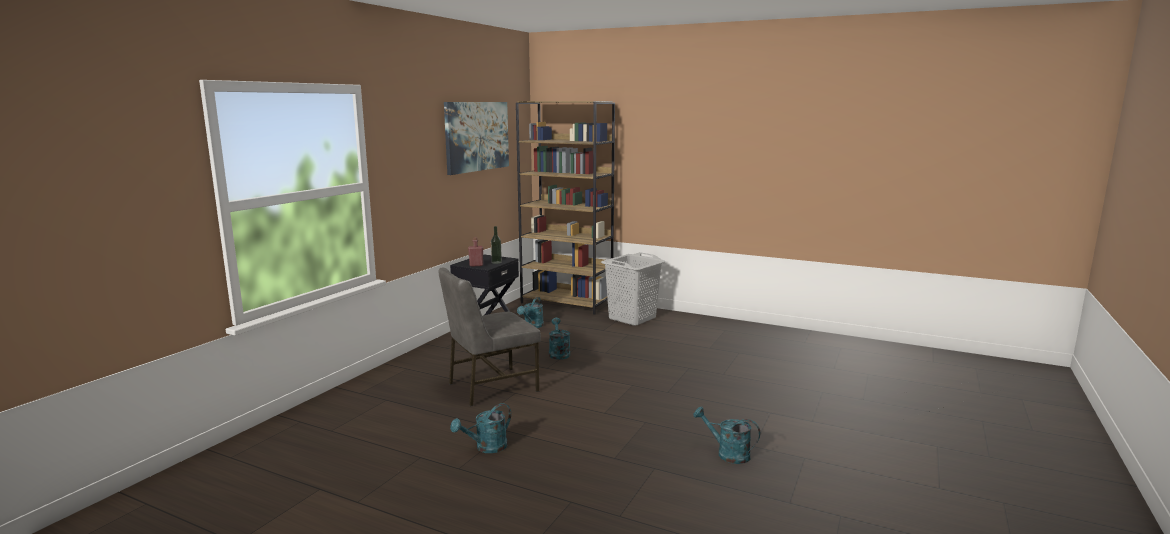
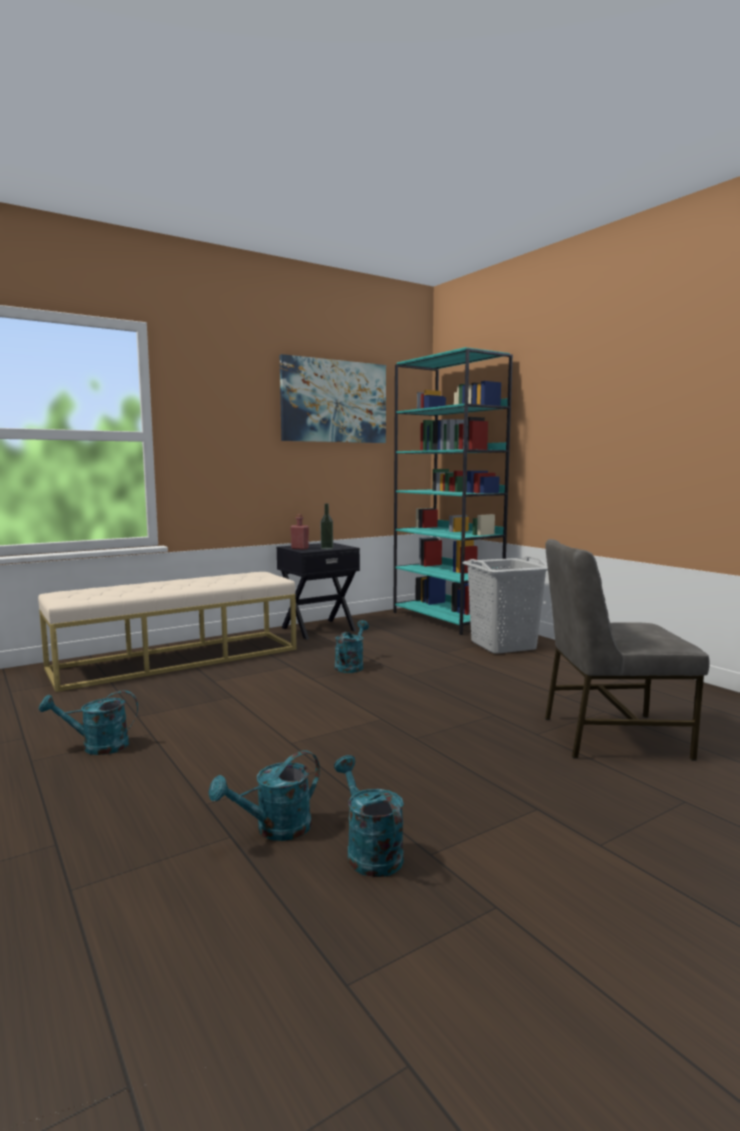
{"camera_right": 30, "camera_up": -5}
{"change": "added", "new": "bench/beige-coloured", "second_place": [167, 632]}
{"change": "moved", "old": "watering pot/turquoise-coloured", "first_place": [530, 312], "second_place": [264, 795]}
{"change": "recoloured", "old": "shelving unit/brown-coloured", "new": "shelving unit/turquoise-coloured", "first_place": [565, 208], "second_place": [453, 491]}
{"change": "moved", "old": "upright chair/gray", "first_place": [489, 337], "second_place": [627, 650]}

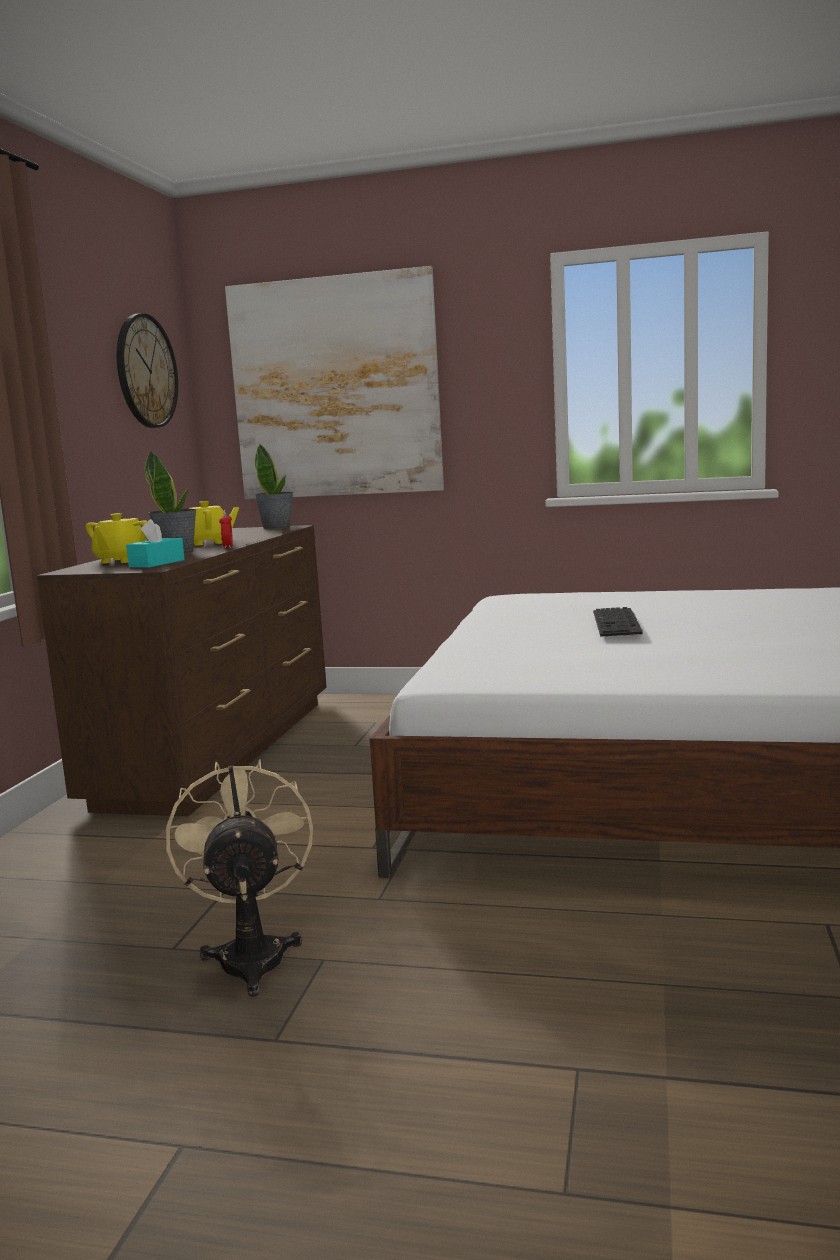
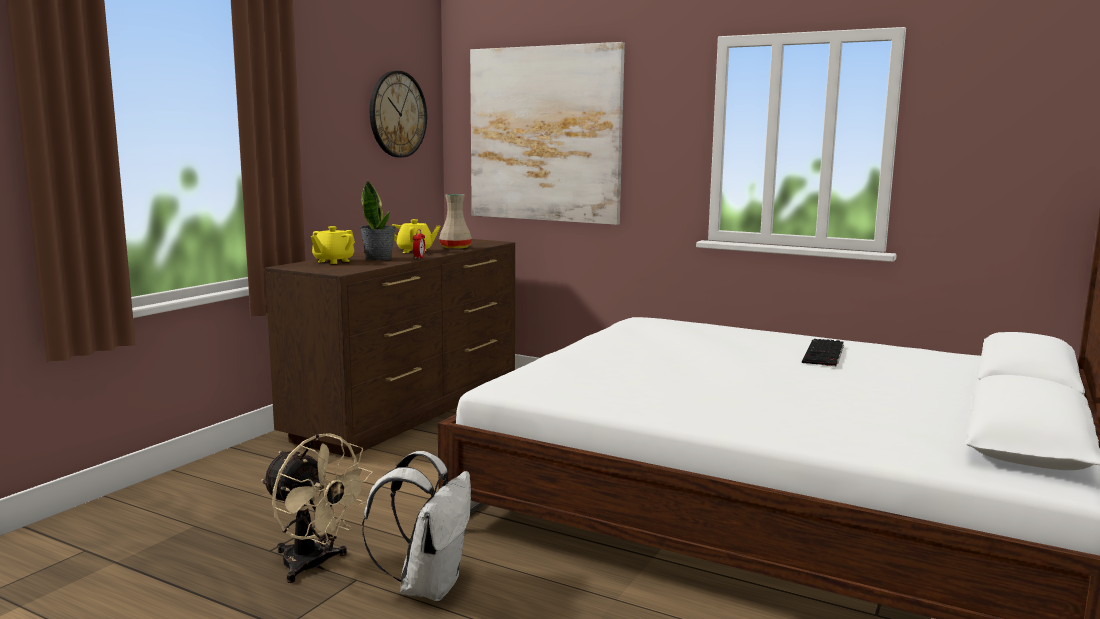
{"camera_right": 15, "camera_up": 0}
{"change": "turned", "old": "cooling fan/beige-coloured", "first_place": [239, 878], "second_place": [317, 508], "degrees": 120}
{"change": "added", "new": "backpack/white-coloured", "second_place": [416, 526]}
{"change": "added", "new": "vase/beige-coloured", "second_place": [455, 221]}
{"change": "moved", "old": "computer keyboard", "first_place": [618, 622], "second_place": [823, 353]}
{"change": "removed", "old": "box of tissues/turquoise-coloured", "first_place": [155, 543]}
{"change": "removed", "old": "potted plant", "first_place": [274, 486]}

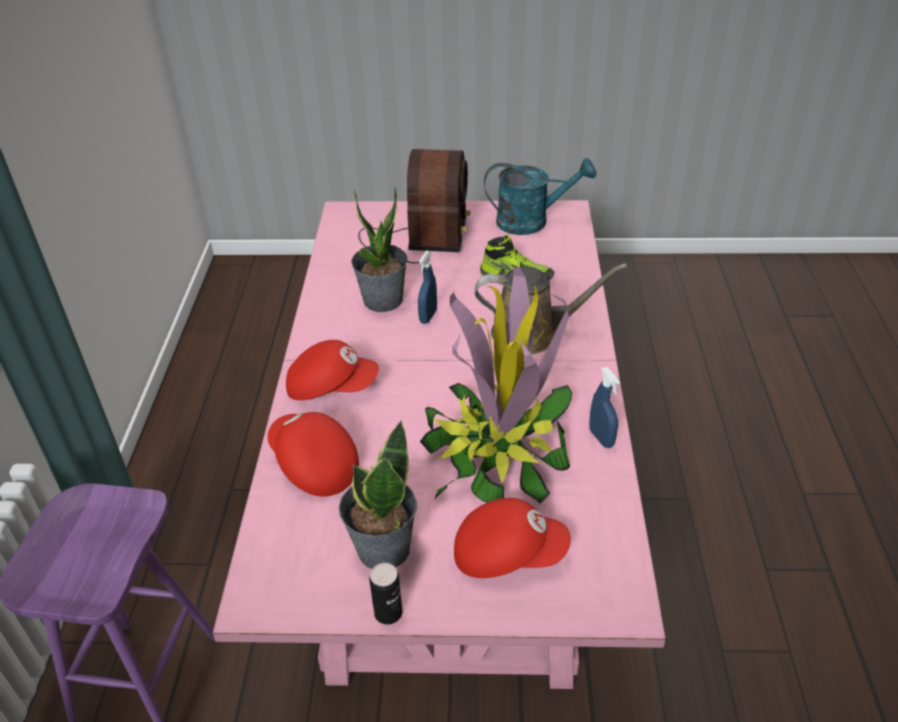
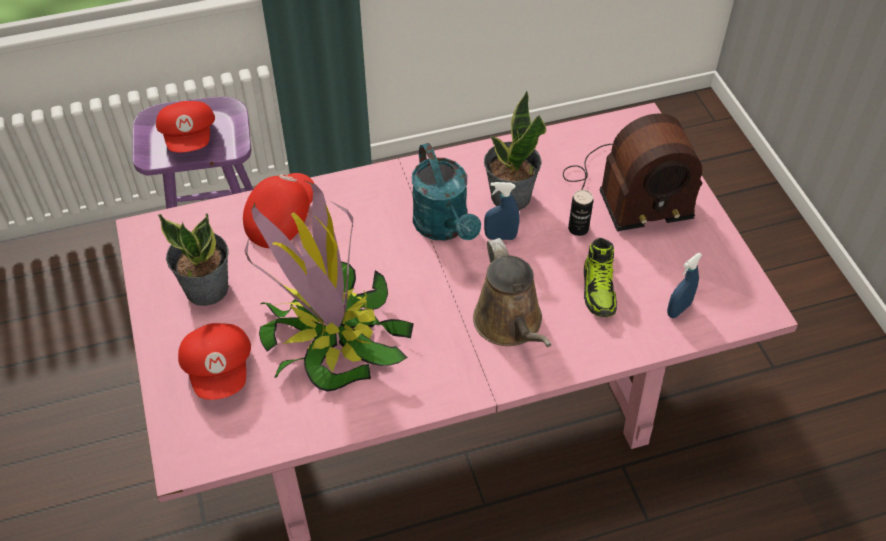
{"camera_right": 70, "camera_up": 10}
{"change": "moved", "old": "baseball cap/red-coloured", "first_place": [332, 370], "second_place": [185, 126]}
{"change": "moved", "old": "watering pot/turquoise-coloured", "first_place": [540, 196], "second_place": [446, 191]}
{"change": "moved", "old": "can", "first_place": [385, 593], "second_place": [580, 213]}
{"change": "moved", "old": "sprayer/blue-coloured", "first_place": [604, 407], "second_place": [684, 285]}

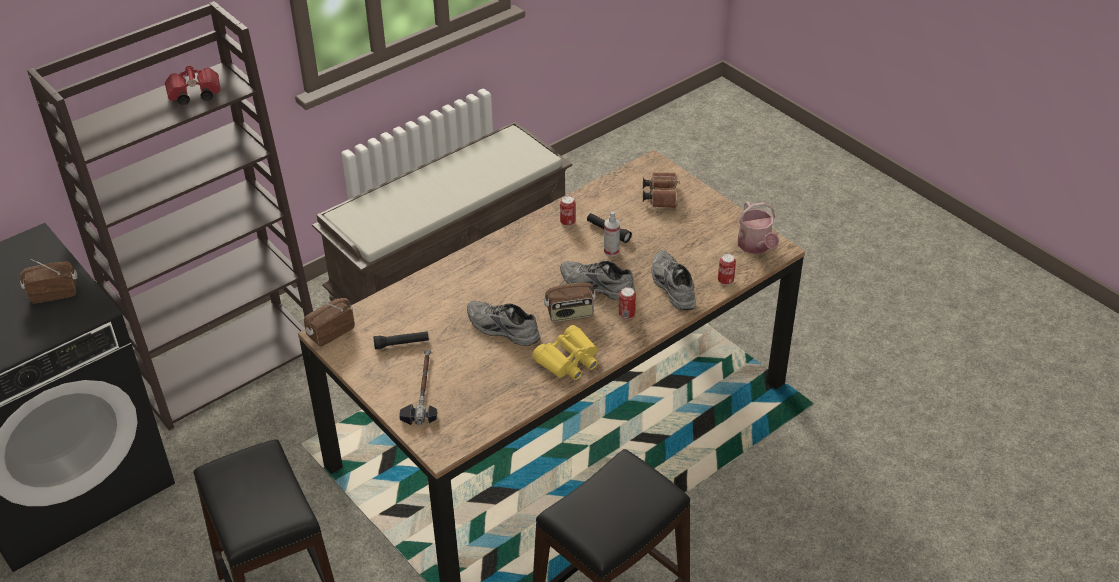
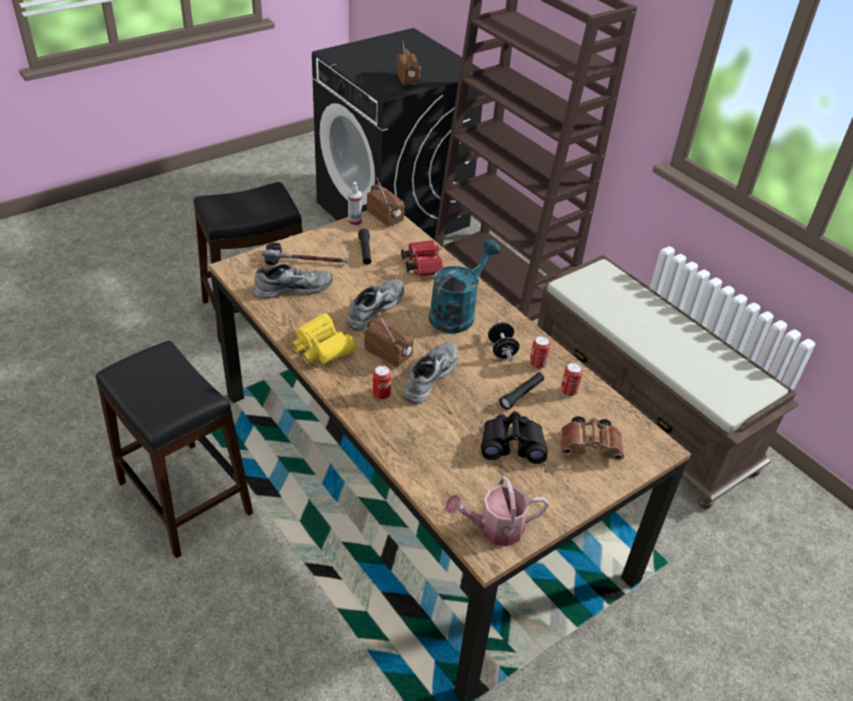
{"camera_right": 90, "camera_up": 0}
{"change": "moved", "old": "item of footwear/gray", "first_place": [673, 280], "second_place": [292, 281]}
{"change": "moved", "old": "sprayer", "first_place": [612, 233], "second_place": [355, 204]}
{"change": "turned", "old": "radio receiver", "first_place": [570, 295], "second_place": [389, 340], "degrees": 135}
{"change": "moved", "old": "pair of binoculars/red-coloured", "first_place": [193, 85], "second_place": [422, 258]}
{"change": "added", "new": "watering pot/turquoise-coloured", "second_place": [464, 286]}
{"change": "added", "new": "pair of binoculars/black", "second_place": [514, 437]}
{"change": "added", "new": "hand weight/black", "second_place": [503, 340]}
{"change": "moved", "old": "can", "first_place": [727, 269], "second_place": [572, 379]}

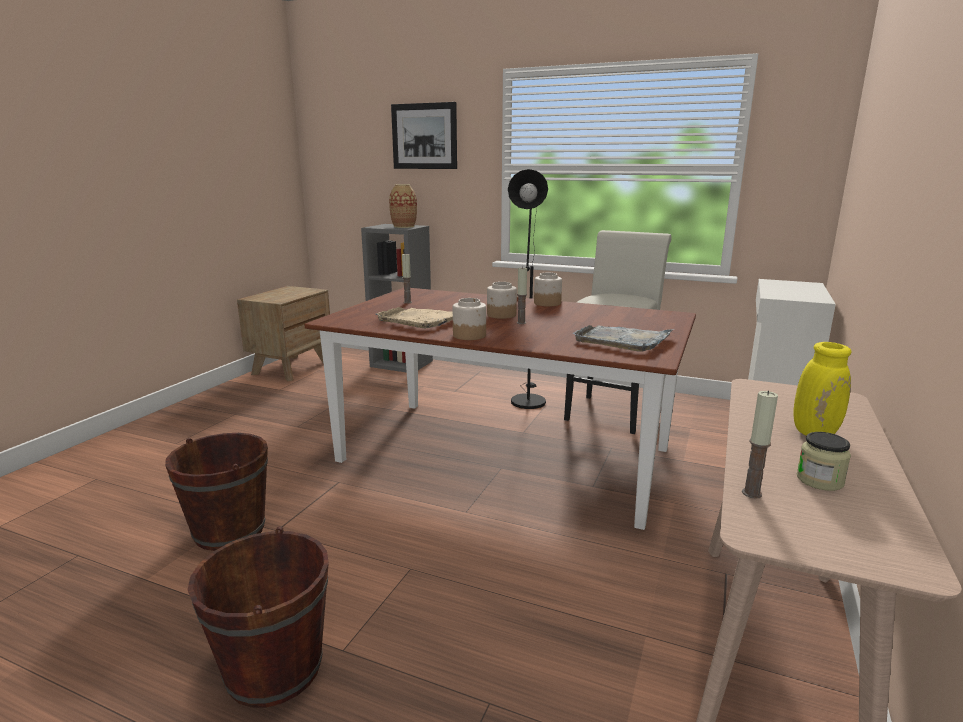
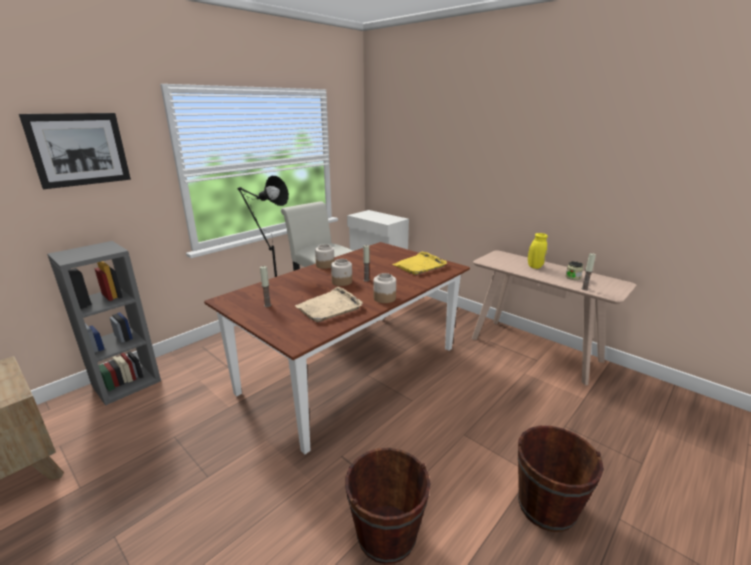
{"camera_right": -70, "camera_up": 5}
{"change": "recoloured", "old": "tray/gray", "new": "tray/yellow", "first_place": [623, 338], "second_place": [420, 263]}
{"change": "removed", "old": "vase", "first_place": [403, 206]}

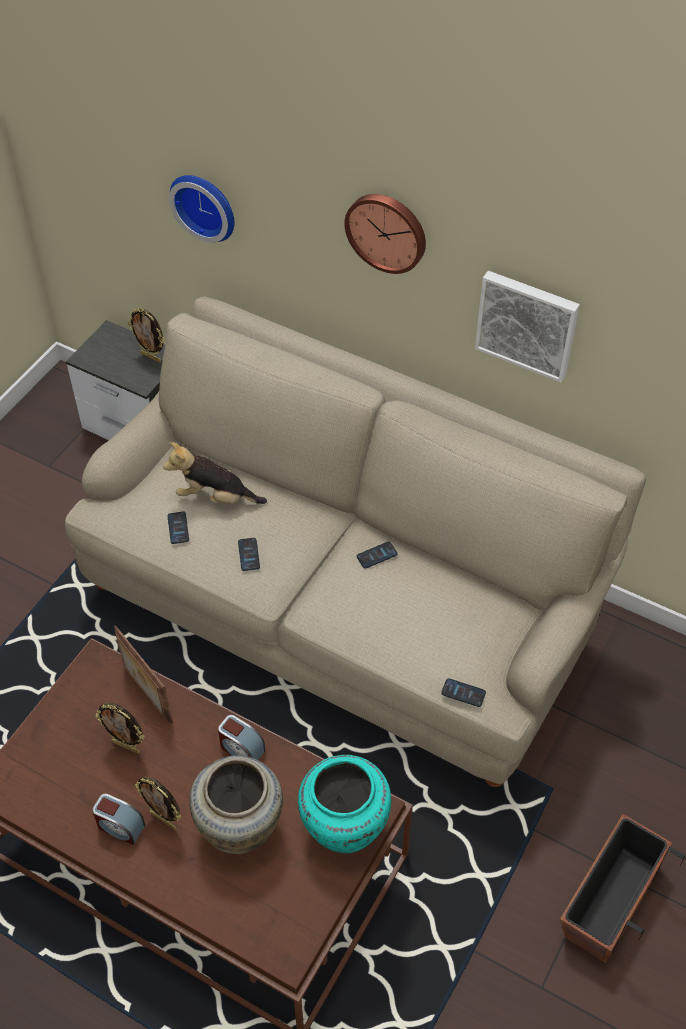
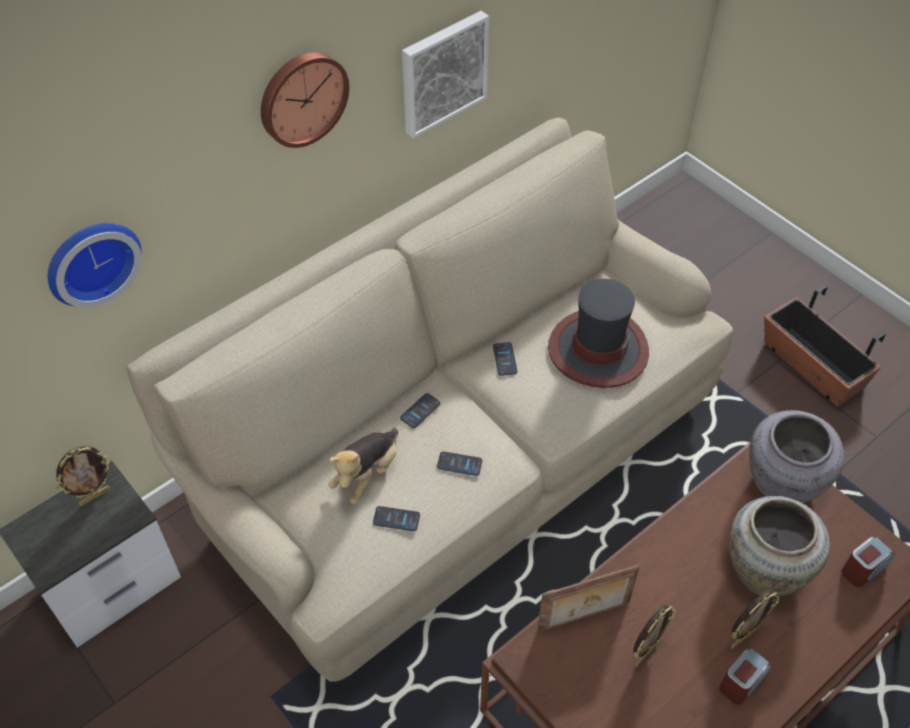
{"camera_right": -70, "camera_up": 0}
{"change": "moved", "old": "phone", "first_place": [463, 692], "second_place": [420, 410]}
{"change": "added", "new": "wearable hat", "second_place": [598, 333]}
{"change": "recoloured", "old": "vase/turquoise-coloured", "new": "vase/gray", "first_place": [344, 804], "second_place": [796, 456]}
{"change": "moved", "old": "bedside clock", "first_place": [241, 737], "second_place": [868, 561]}

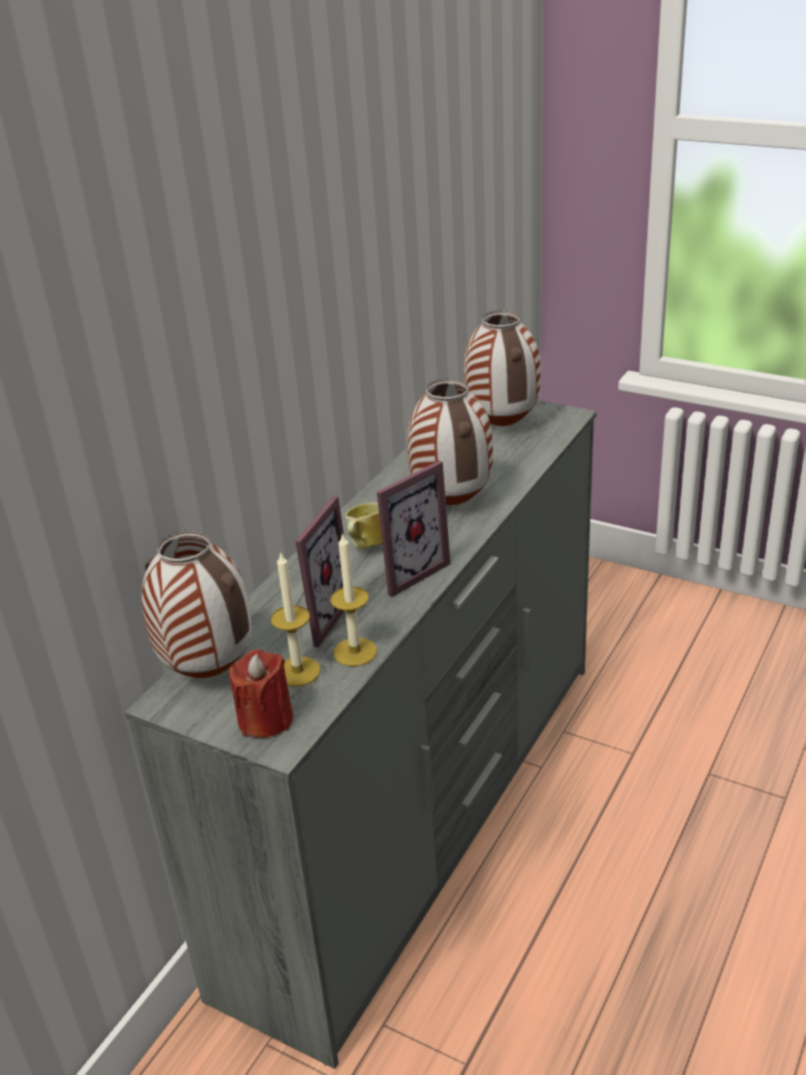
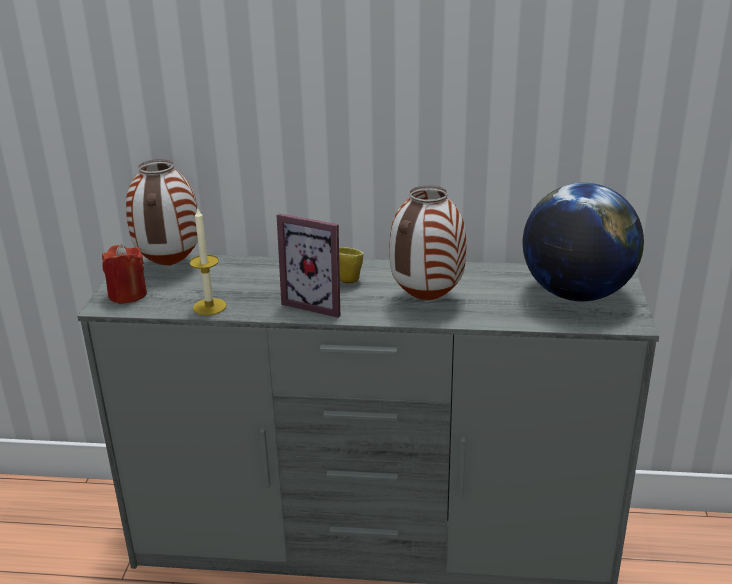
{"camera_right": 65, "camera_up": -5}
{"change": "replaced", "old": "vase", "new": "desk globe", "first_place": [502, 368], "second_place": [583, 242]}
{"change": "removed", "old": "wax candle", "first_place": [295, 619]}
{"change": "removed", "old": "picture frame", "first_place": [319, 571]}

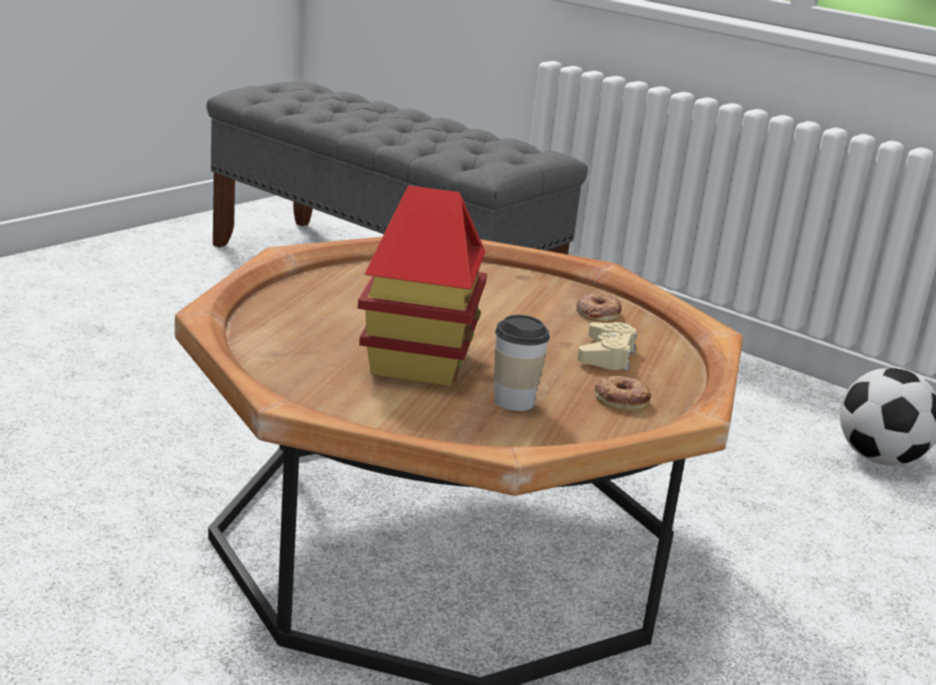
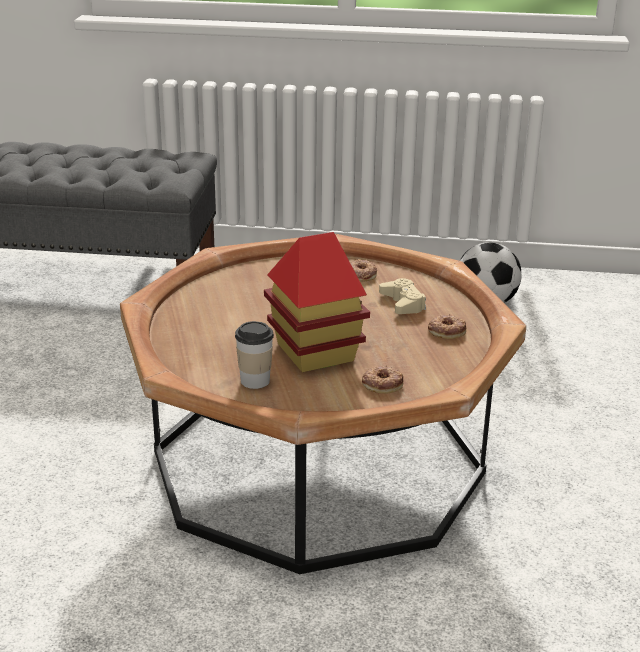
{"camera_right": -30, "camera_up": 5}
{"change": "moved", "old": "drinking cup", "first_place": [522, 363], "second_place": [254, 355]}
{"change": "added", "new": "donut", "second_place": [382, 379]}

